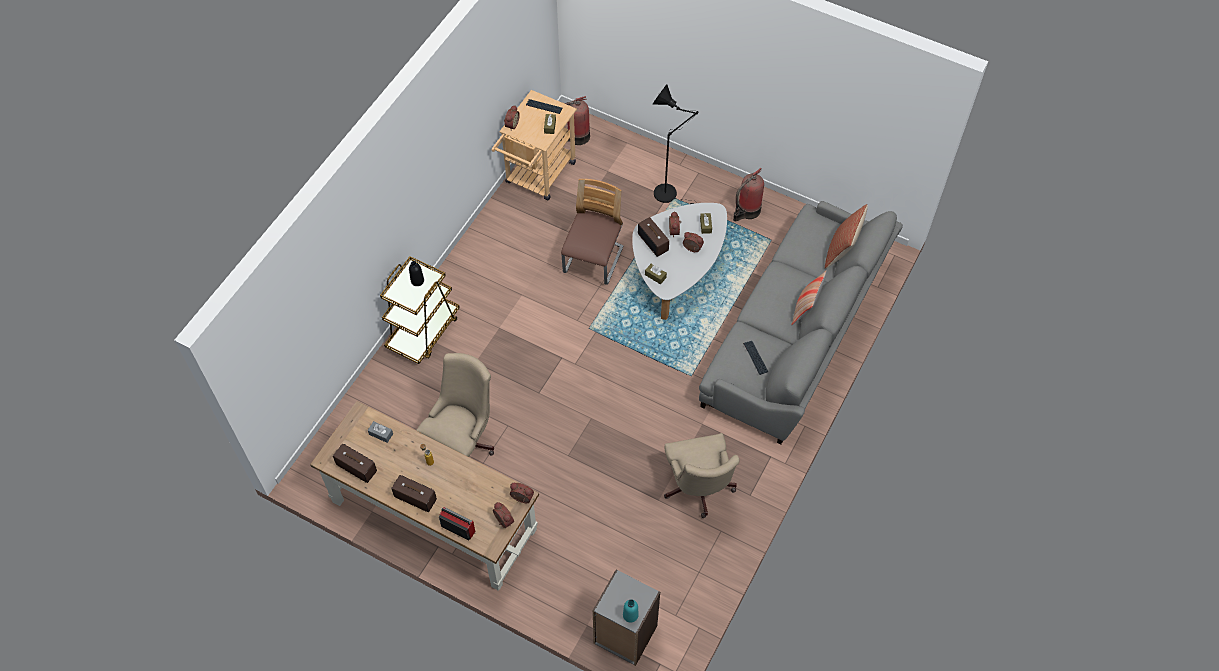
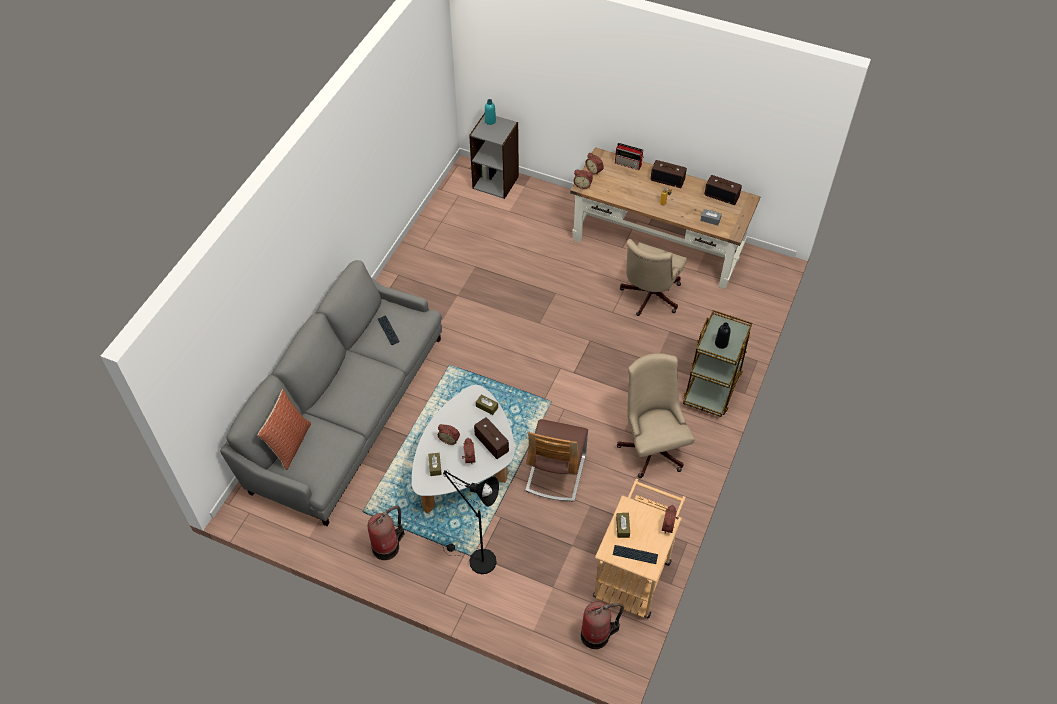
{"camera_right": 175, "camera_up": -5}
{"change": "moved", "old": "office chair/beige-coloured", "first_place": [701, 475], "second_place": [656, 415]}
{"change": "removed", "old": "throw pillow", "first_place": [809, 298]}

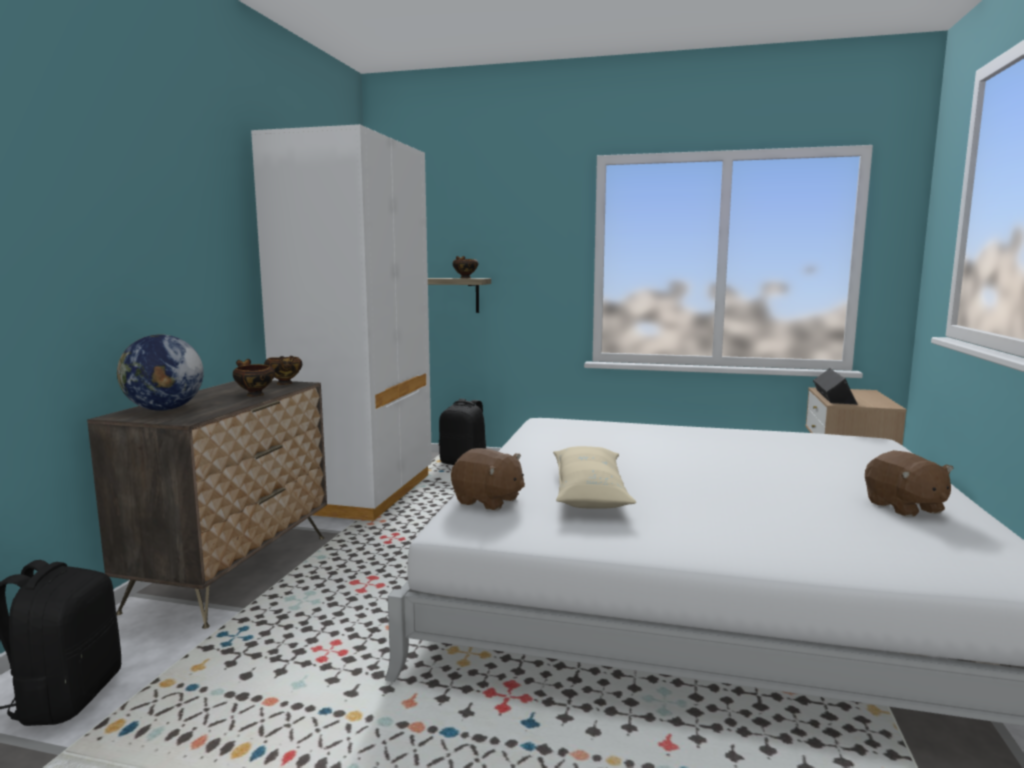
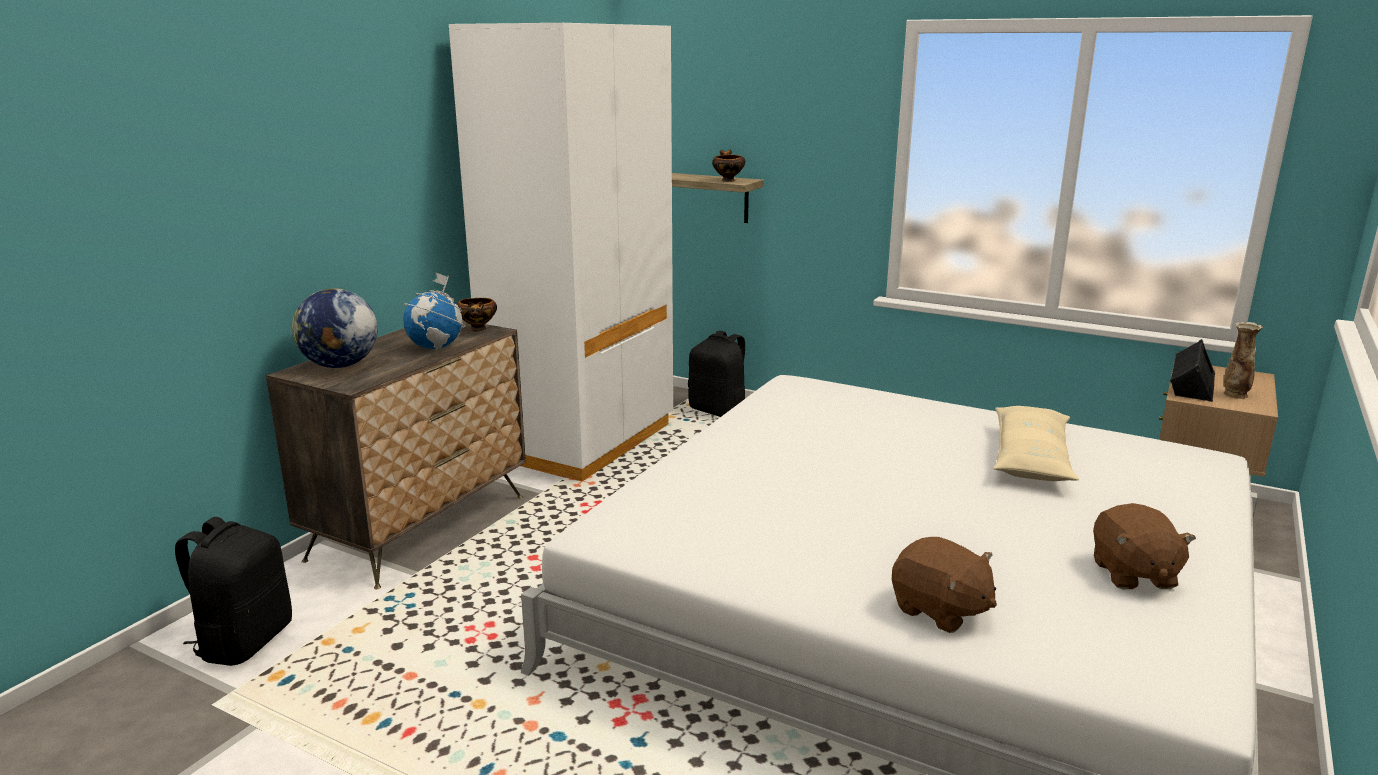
{"camera_right": 15, "camera_up": 10}
{"change": "replaced", "old": "serving bowl", "new": "desk globe", "first_place": [254, 378], "second_place": [434, 311]}
{"change": "moved", "old": "cuddly toy/brown-coloured", "first_place": [488, 479], "second_place": [944, 585]}
{"change": "moved", "old": "throw pillow/beige-coloured", "first_place": [594, 477], "second_place": [1036, 443]}
{"change": "added", "new": "vase", "second_place": [1243, 360]}

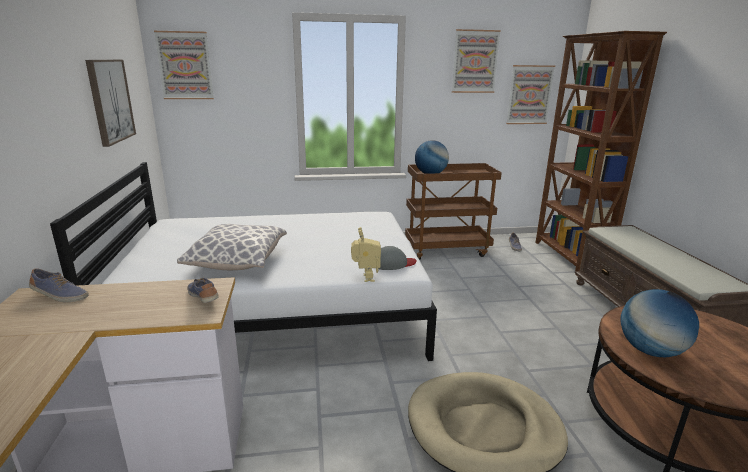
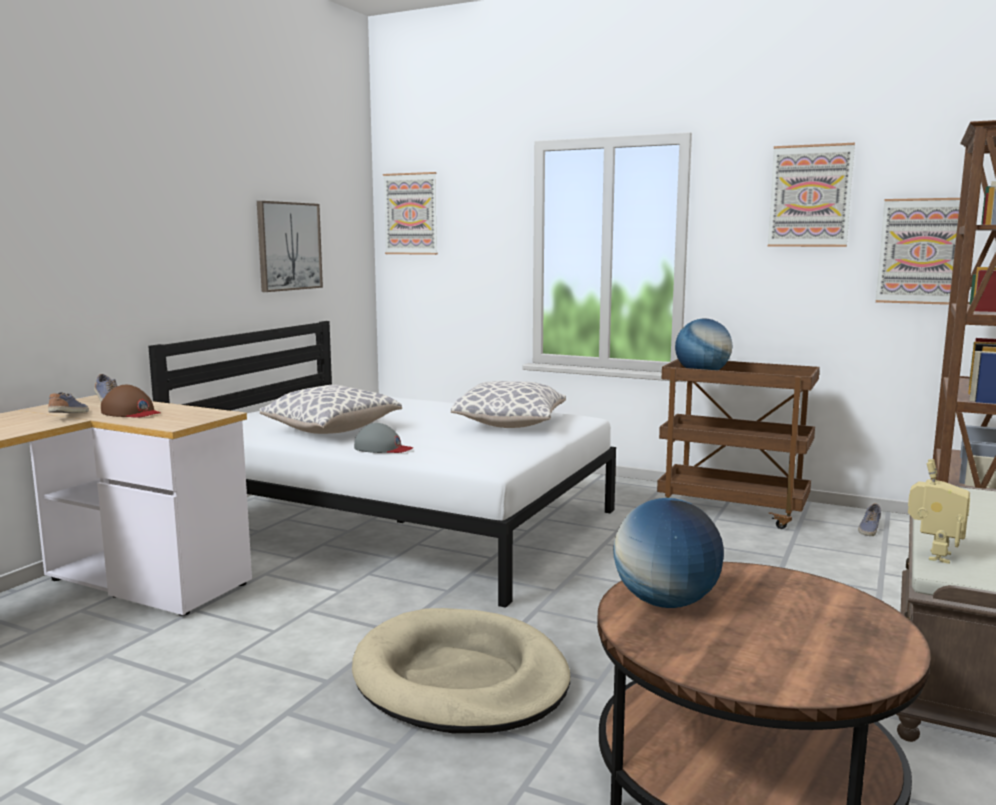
{"camera_right": 35, "camera_up": -10}
{"change": "moved", "old": "item of footwear", "first_place": [203, 290], "second_place": [68, 402]}
{"change": "added", "new": "baseball cap/brown-coloured", "second_place": [131, 401]}
{"change": "moved", "old": "baseball cap/gray", "first_place": [397, 258], "second_place": [383, 438]}
{"change": "added", "new": "throw pillow", "second_place": [508, 404]}
{"change": "moved", "old": "robot figure", "first_place": [366, 254], "second_place": [939, 511]}

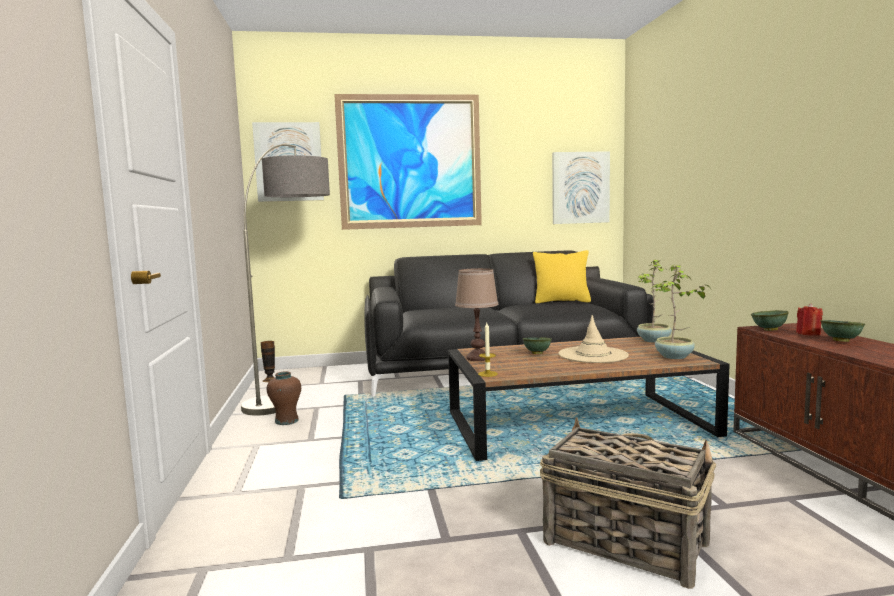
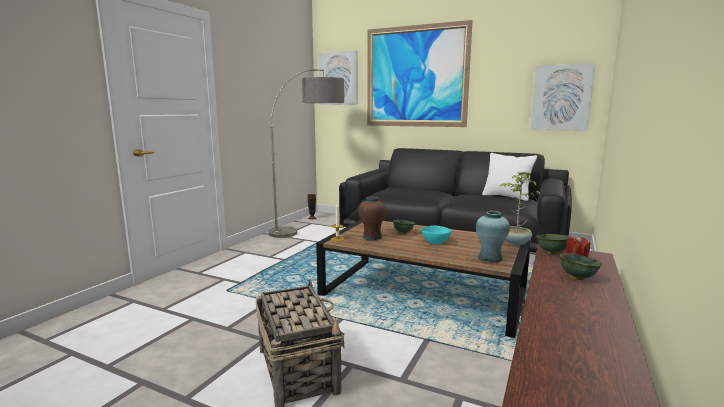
{"camera_right": 35, "camera_up": 5}
{"change": "moved", "old": "vase/brown-coloured", "first_place": [284, 398], "second_place": [372, 218]}
{"change": "replaced", "old": "wearable hat/beige-coloured", "new": "serving bowl/turquoise-coloured", "first_place": [594, 339], "second_place": [436, 235]}
{"change": "replaced", "old": "potted plant", "new": "vase/turquoise-coloured", "first_place": [681, 312], "second_place": [493, 237]}
{"change": "recoloured", "old": "throw pillow/yellow", "new": "throw pillow/white-coloured", "first_place": [562, 276], "second_place": [509, 177]}
{"change": "removed", "old": "tabletop lamp/brown-coloured", "first_place": [476, 314]}

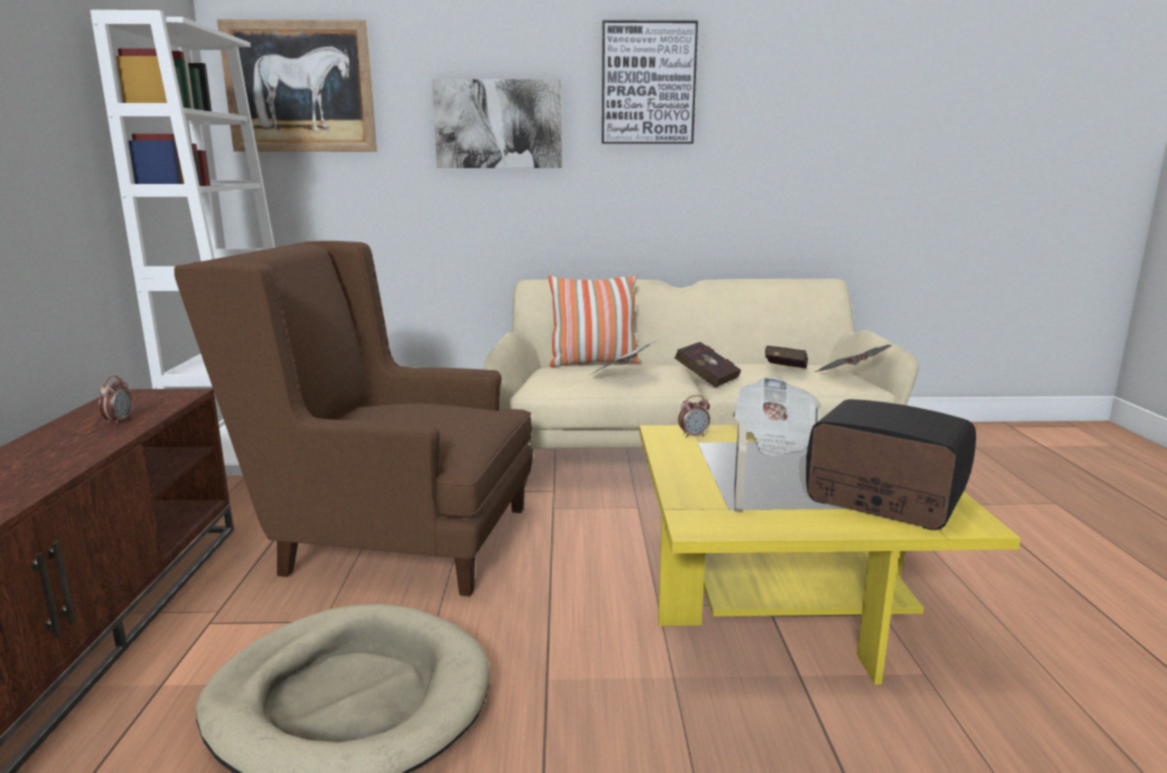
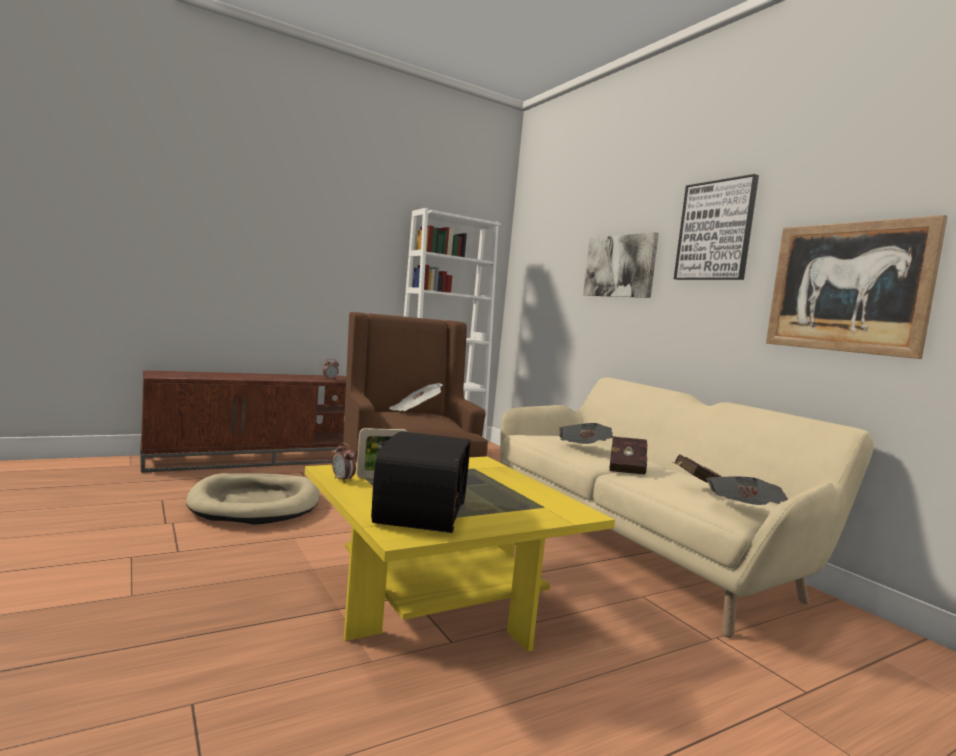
{"camera_right": 60, "camera_up": -10}
{"change": "moved", "old": "bedside clock", "first_place": [694, 416], "second_place": [344, 463]}
{"change": "moved", "old": "daily paper", "first_place": [777, 416], "second_place": [416, 397]}
{"change": "moved", "old": "wall picture", "first_place": [297, 85], "second_place": [857, 287]}
{"change": "removed", "old": "throw pillow", "first_place": [594, 321]}

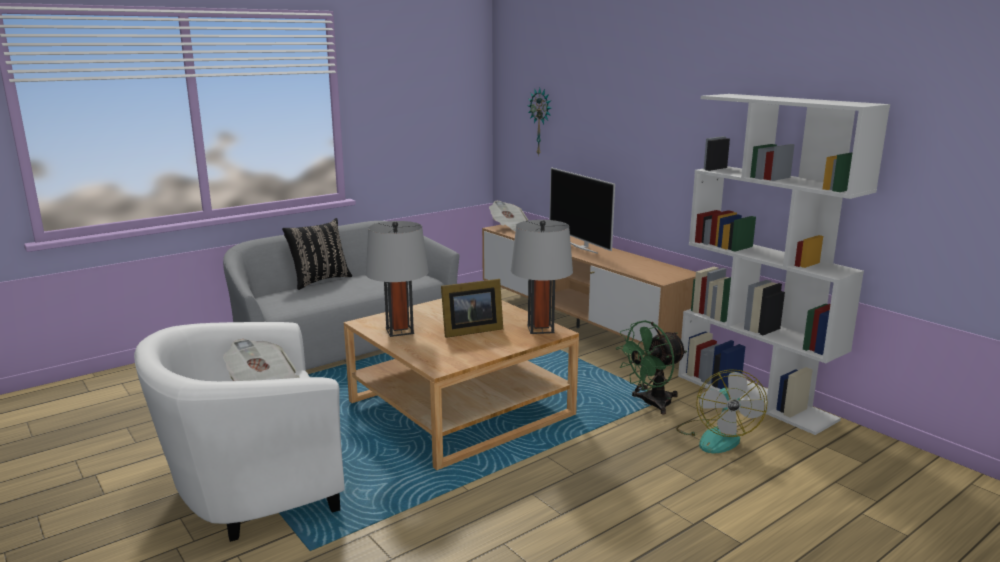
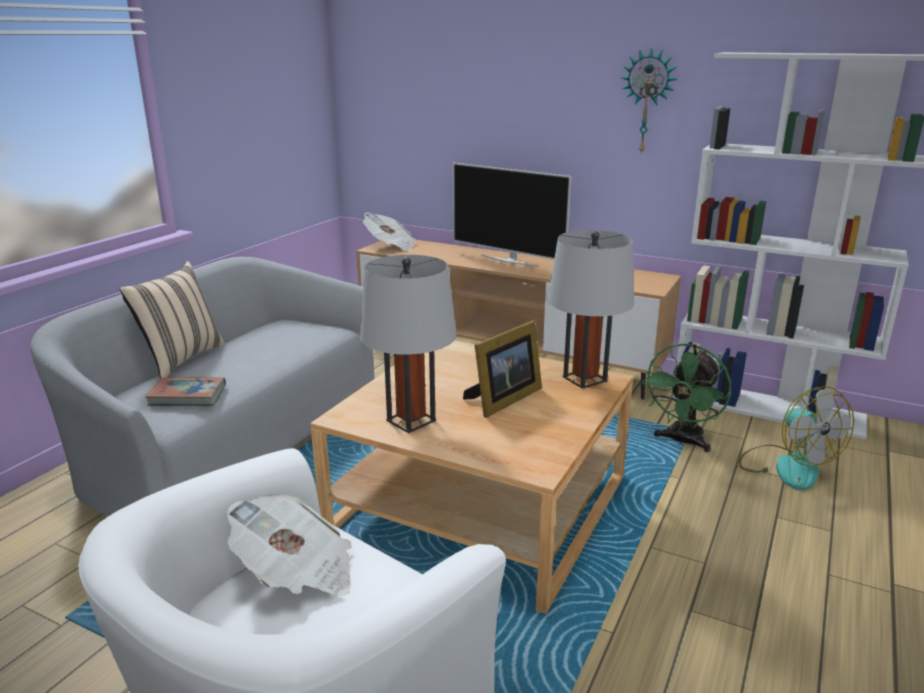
{"camera_right": -25, "camera_up": 5}
{"change": "recoloured", "old": "throw pillow/black", "new": "throw pillow/beige-coloured", "first_place": [317, 254], "second_place": [172, 319]}
{"change": "added", "new": "bound book", "second_place": [185, 392]}
{"change": "moved", "old": "wall clock", "first_place": [539, 122], "second_place": [649, 101]}

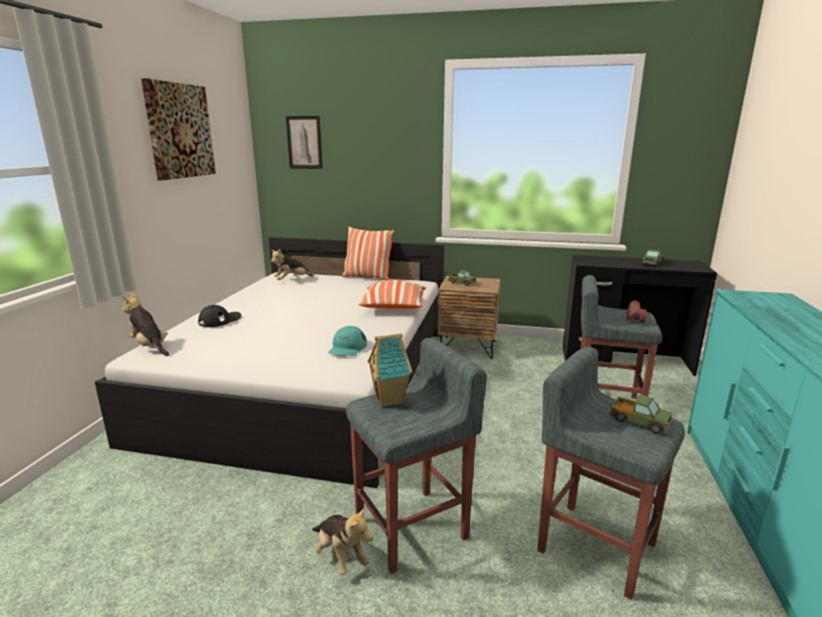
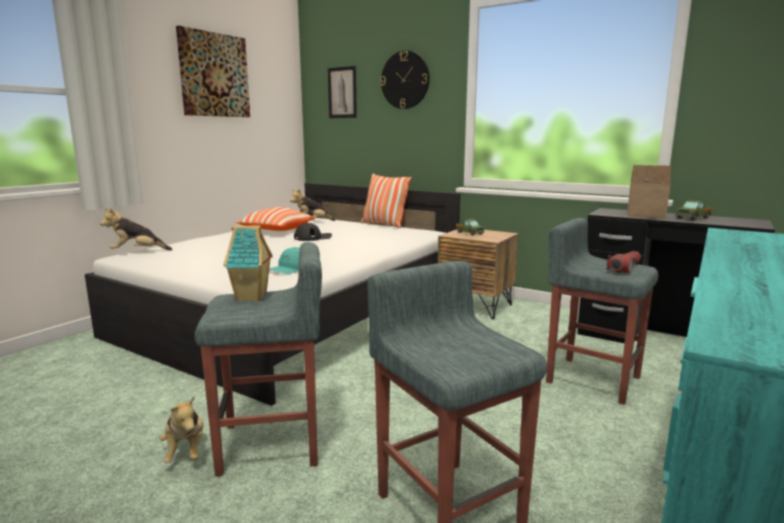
{"camera_right": 20, "camera_up": -5}
{"change": "turned", "old": "cuddly toy", "first_place": [146, 324], "second_place": [136, 229], "degrees": -75}
{"change": "moved", "old": "throw pillow", "first_place": [392, 294], "second_place": [275, 219]}
{"change": "moved", "old": "baseball cap/black", "first_place": [220, 316], "second_place": [313, 232]}
{"change": "added", "new": "wall clock", "second_place": [405, 79]}
{"change": "added", "new": "model house", "second_place": [649, 192]}
{"change": "removed", "old": "toy truck", "first_place": [640, 414]}

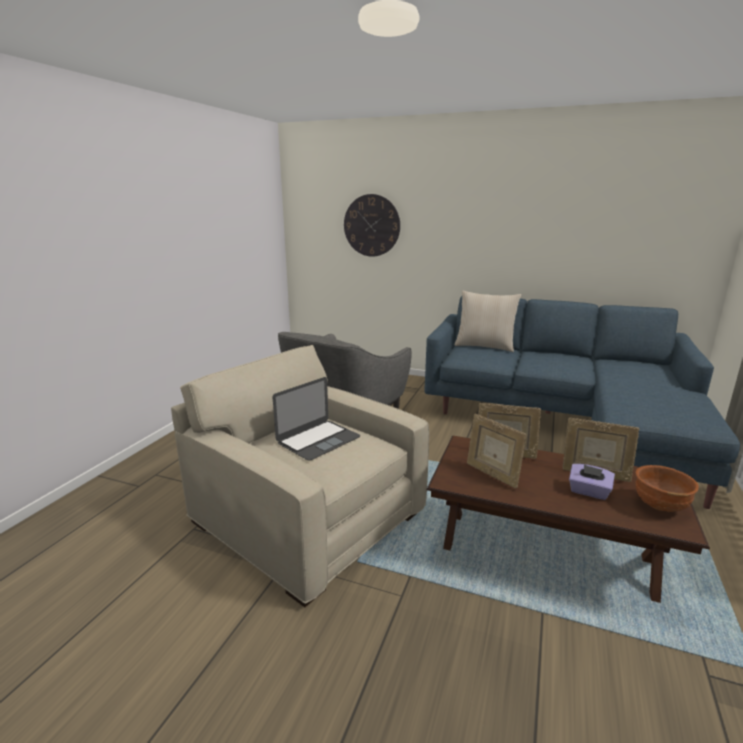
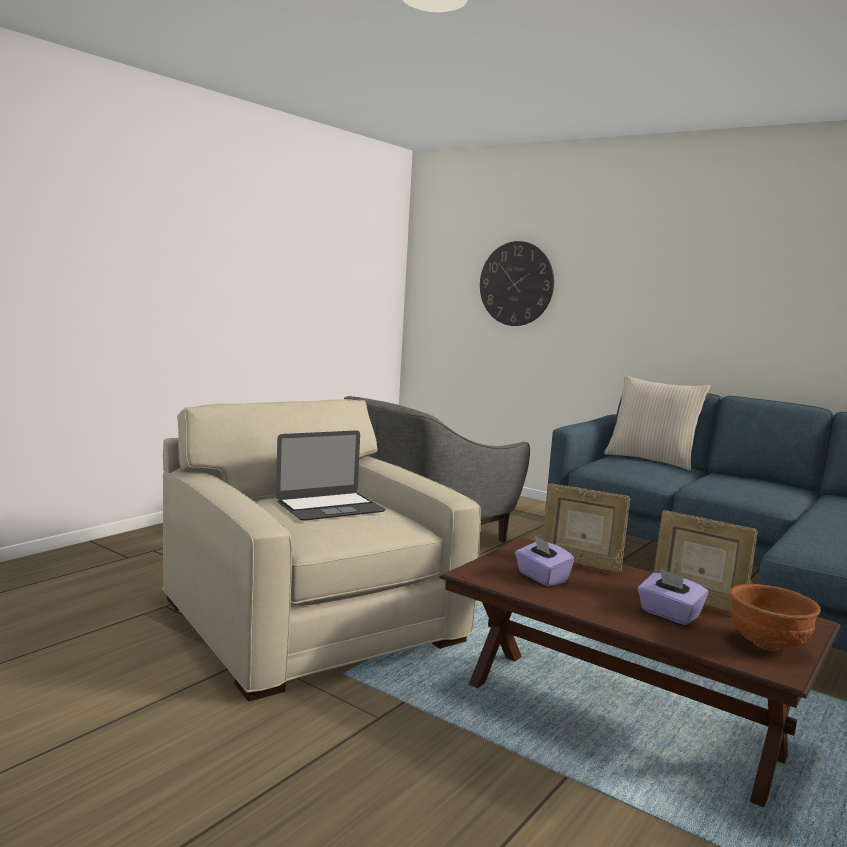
{"camera_right": 15, "camera_up": -10}
{"change": "replaced", "old": "picture frame", "new": "box of tissues/purple", "first_place": [497, 451], "second_place": [544, 560]}

